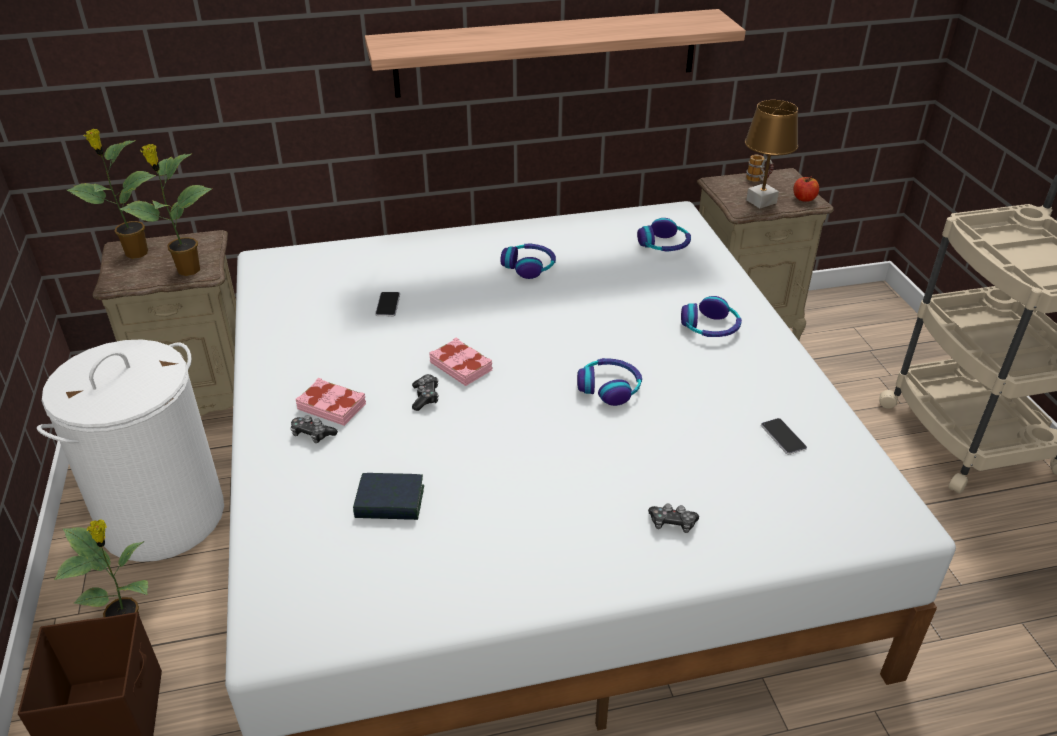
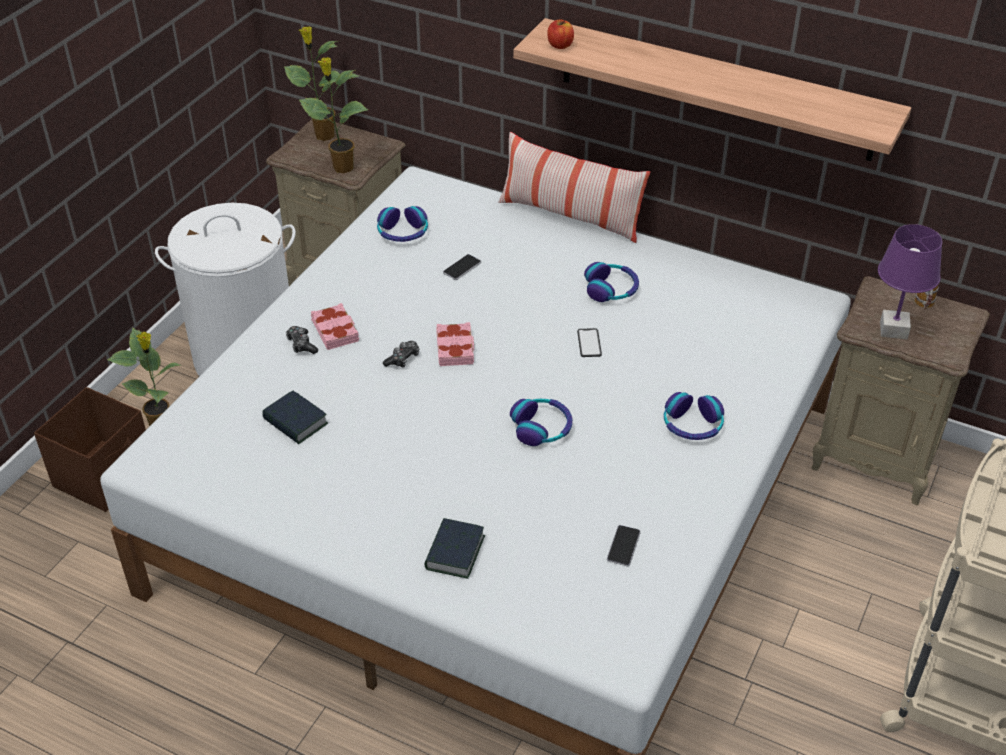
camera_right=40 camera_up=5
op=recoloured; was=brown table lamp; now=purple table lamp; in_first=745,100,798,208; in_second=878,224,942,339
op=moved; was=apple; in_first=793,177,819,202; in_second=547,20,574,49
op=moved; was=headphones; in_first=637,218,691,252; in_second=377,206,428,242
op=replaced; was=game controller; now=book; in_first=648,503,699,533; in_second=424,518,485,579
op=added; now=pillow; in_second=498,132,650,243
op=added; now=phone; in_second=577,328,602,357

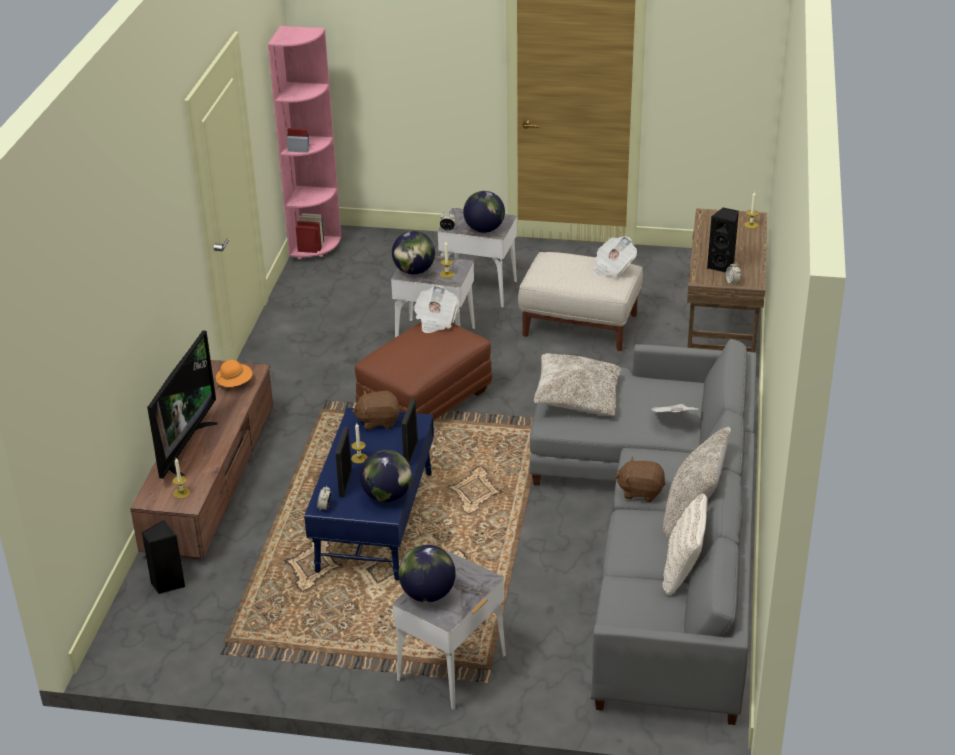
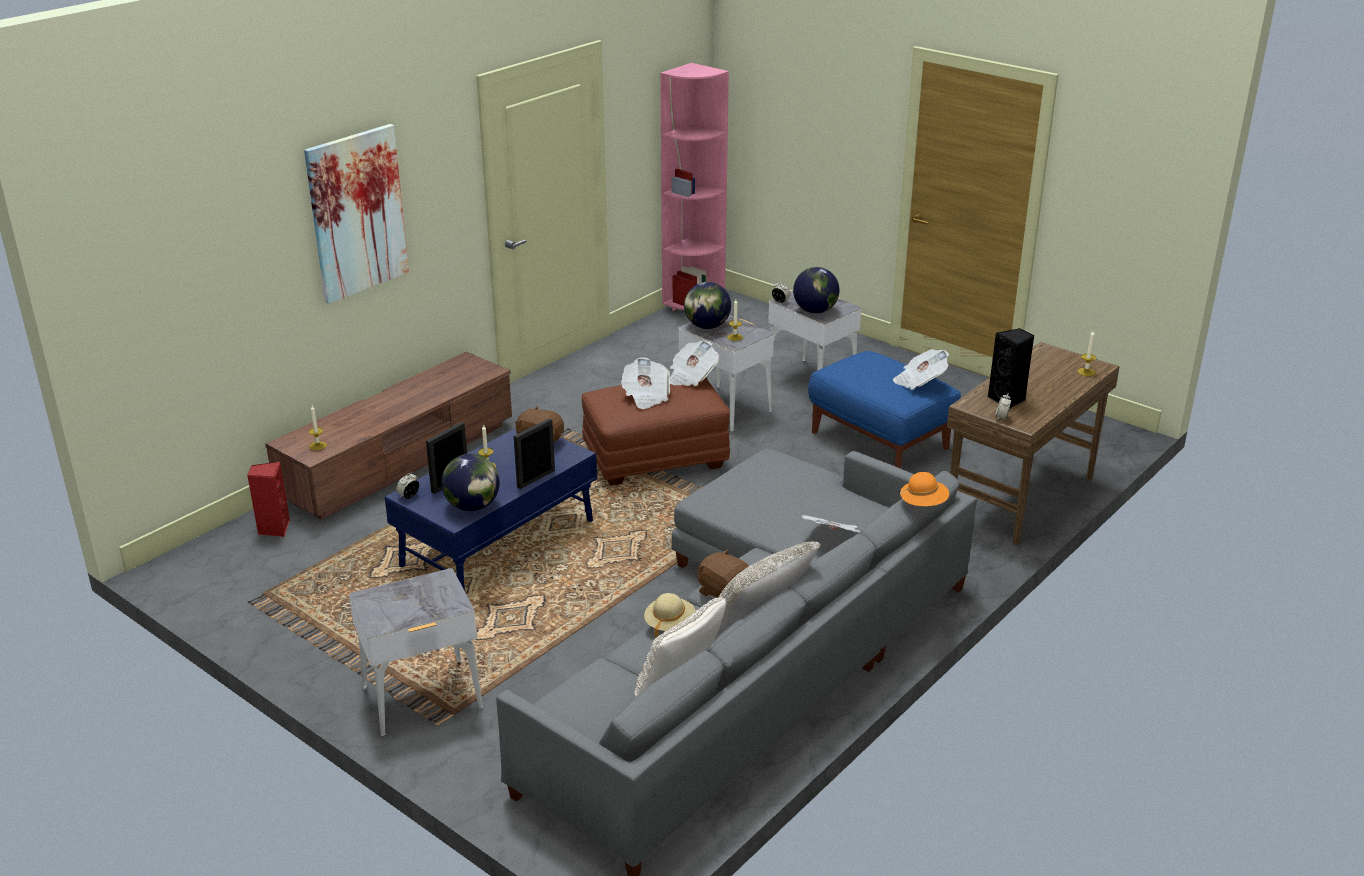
camera_right=30 camera_up=-5
op=recoloured; was=beige ottoman; now=blue ottoman; in_first=518,252,643,351; in_second=808,351,961,469
op=removed; was=television; in_first=147,330,218,479
op=removed; was=beige pillow; in_first=534,353,621,416
op=moved; was=orange hat; in_first=216,360,253,387; in_second=899,472,949,506
op=recoloured; was=black speaker; now=red speaker; in_first=142,520,185,594; in_second=247,462,290,537
op=removed; was=globe; in_first=398,545,456,602
op=added; now=picture; in_second=304,124,409,304
op=added; now=newspaper; in_second=621,357,670,409
op=added; now=beige hat; in_second=644,593,696,637

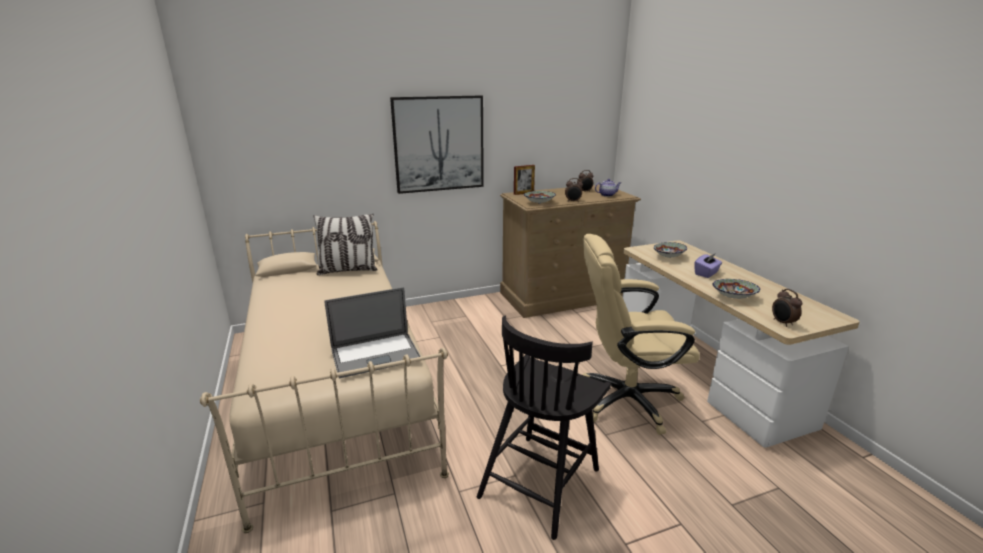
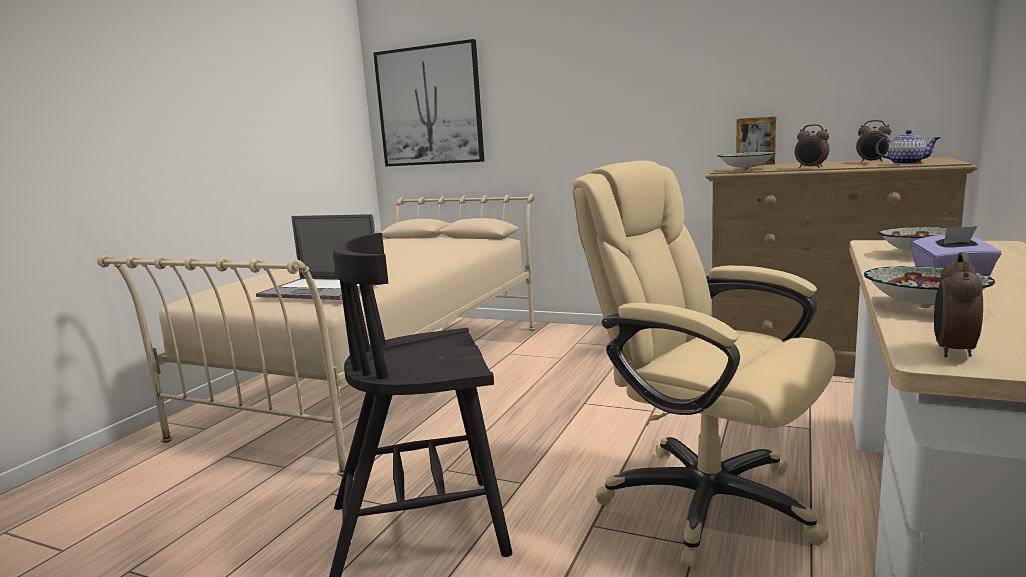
camera_right=45 camera_up=-10
op=moved; was=picture; in_first=390,95,484,194; in_second=373,39,484,166
op=removed; was=pillow; in_first=313,214,378,275

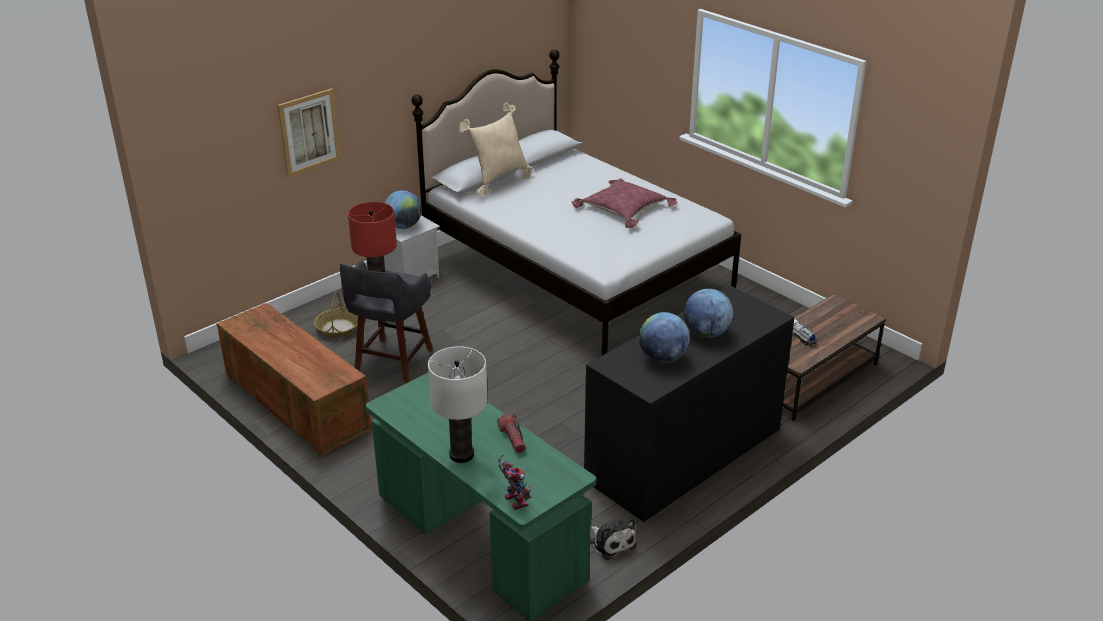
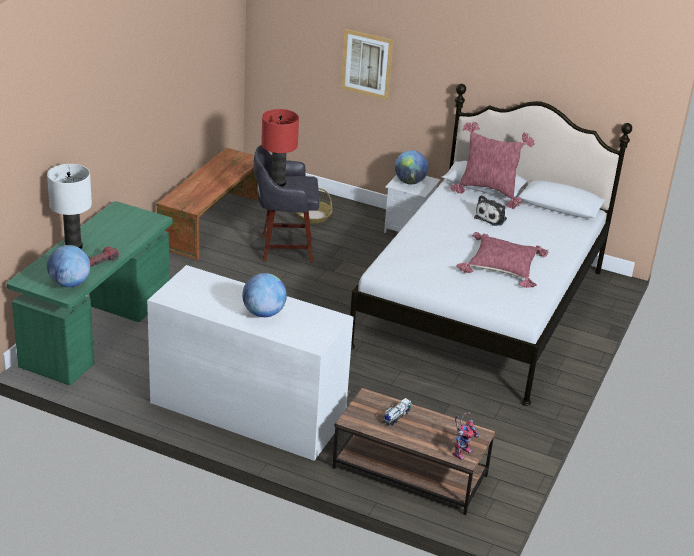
camera_right=65 camera_up=0
op=recoloured; was=beige pillow; now=red pillow; in_first=459,102,533,196; in_second=450,122,535,209
op=recoloured; was=black dresser; now=white dresser; in_first=584,286,794,522; in_second=147,265,354,461
op=moved; was=globe; in_first=639,312,690,363; in_second=47,245,90,287
op=moved; was=toy robot; in_first=498,454,532,510; in_second=452,412,479,460
op=moved; was=plush toy; in_first=590,518,637,560; in_second=474,195,507,226

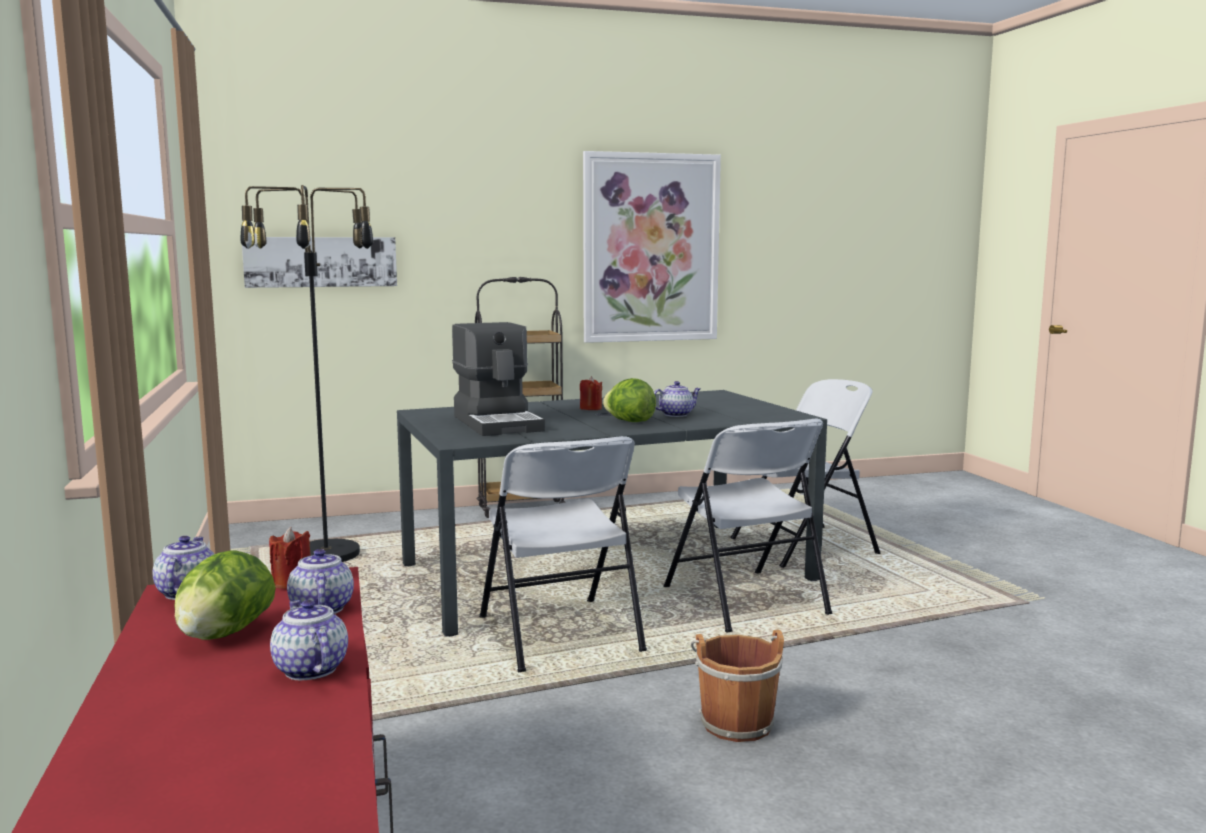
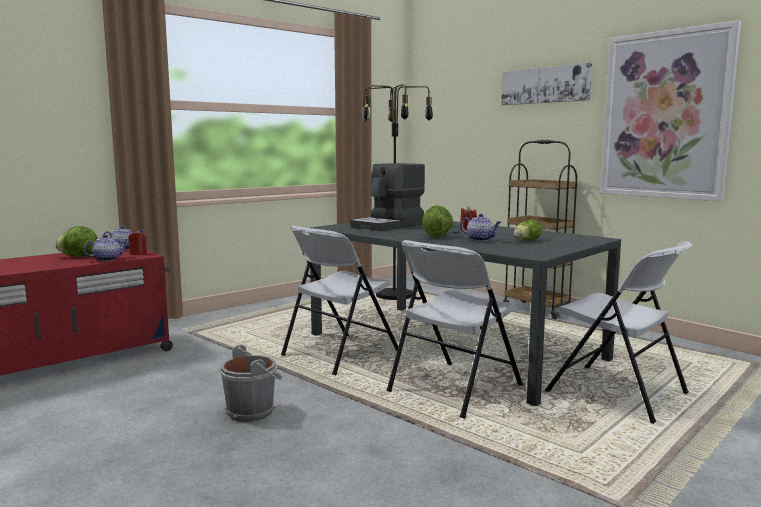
camera_right=65 camera_up=0
op=moved; was=picture; in_first=242,237,397,288; in_second=501,63,592,105
op=removed; was=teapot; in_first=270,600,348,680
op=recoloured; was=brown bucket; now=grey bucket; in_first=691,630,784,742; in_second=219,345,282,422
op=added; now=lettuce; in_second=514,220,542,240

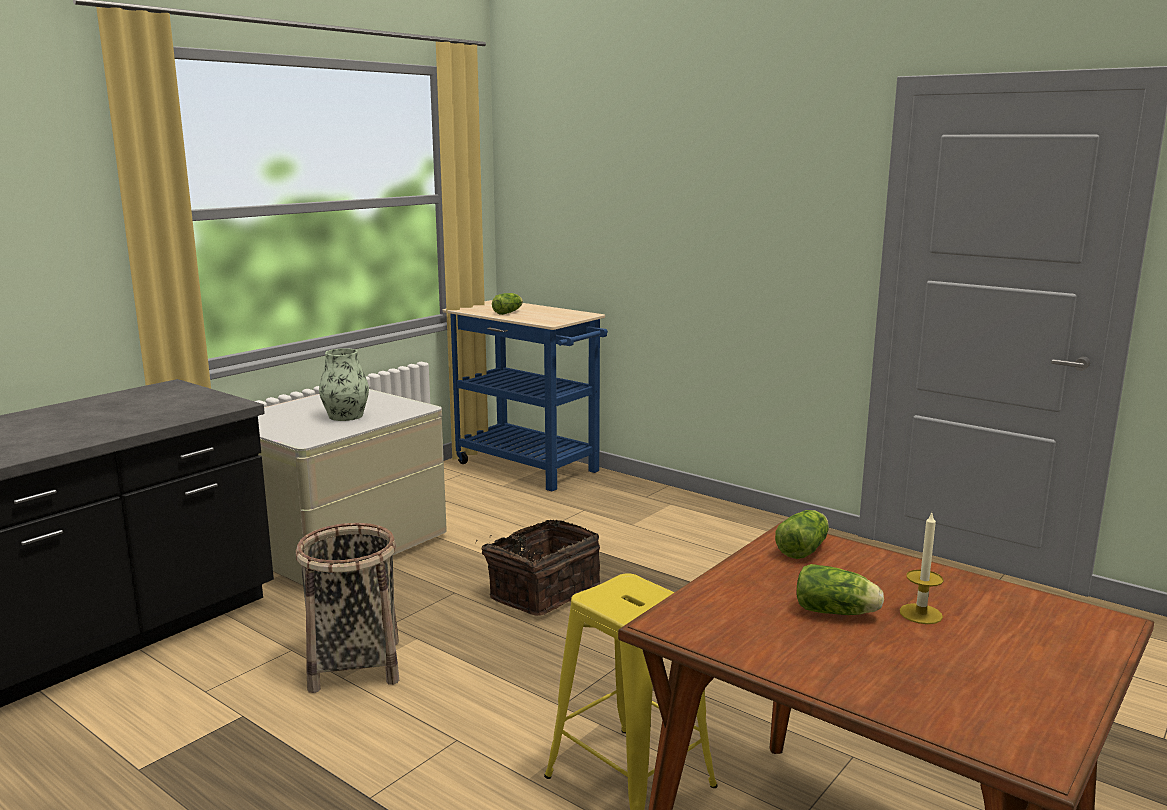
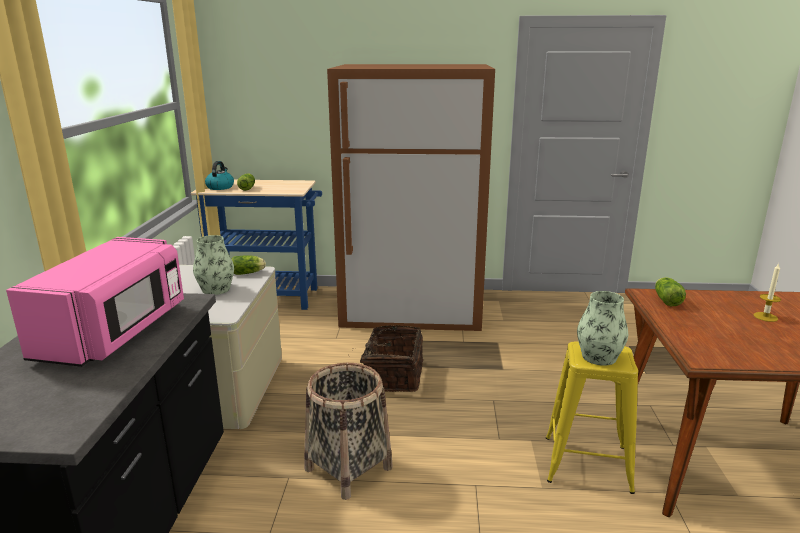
camera_right=-35 camera_up=5
op=moved; was=lettuce; in_first=797,564,884,615; in_second=232,255,266,275
op=added; now=brown fridge; in_second=327,64,495,331
op=added; now=kettle; in_second=205,161,234,190
op=added; now=pink microwave; in_second=6,237,184,367
op=added; now=vase; in_second=577,291,628,366

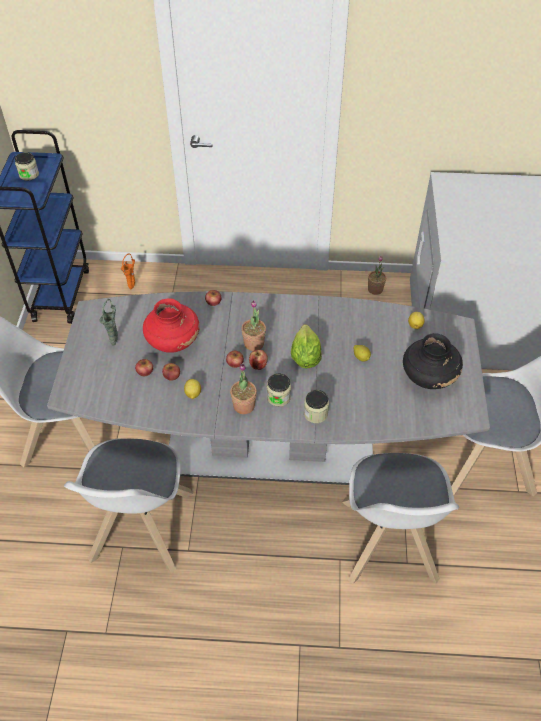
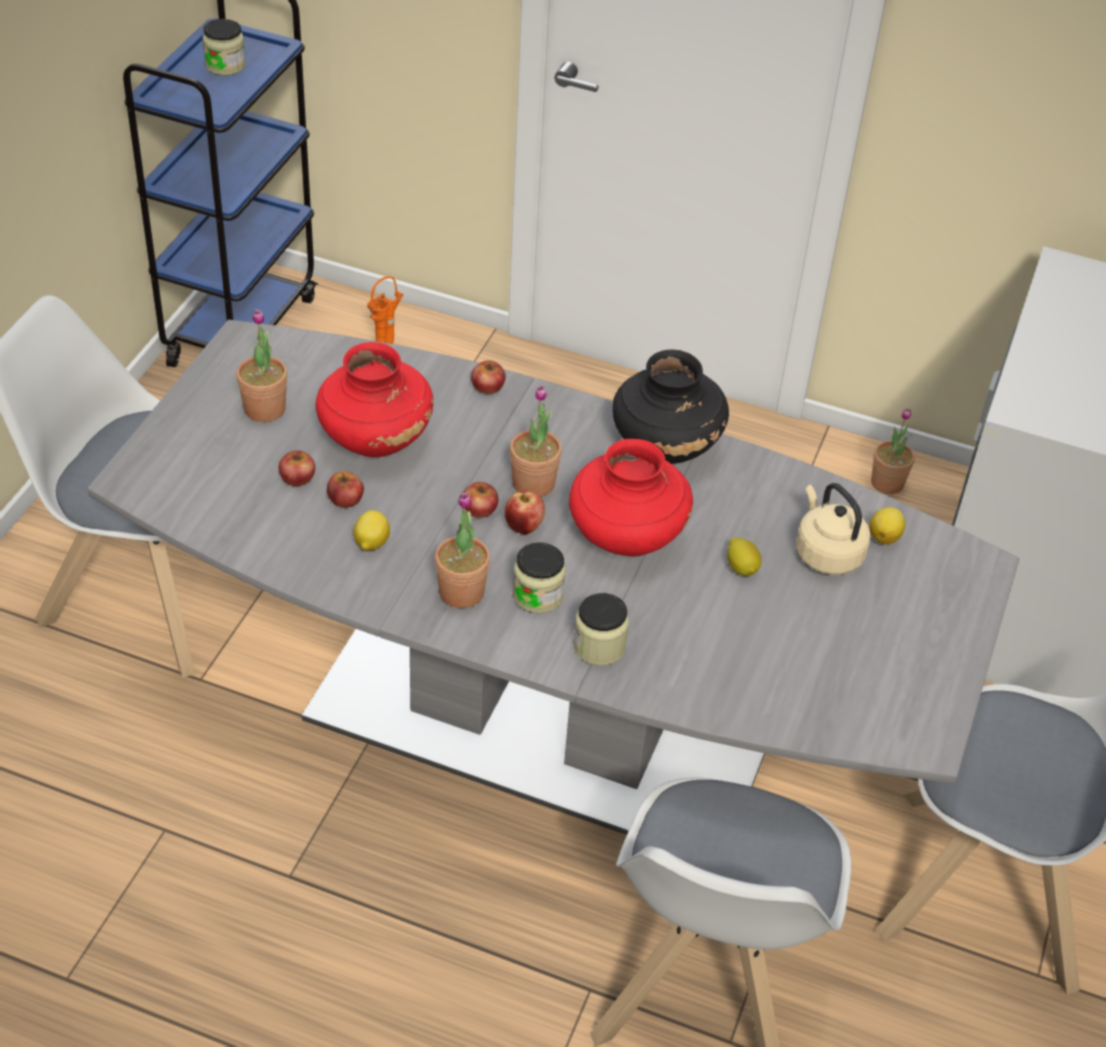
camera_right=15 camera_up=-5
op=replaced; was=green vase; now=potted plant; in_first=99,299,118,346; in_second=236,309,287,422
op=replaced; was=lettuce; now=red vase; in_first=291,324,322,368; in_second=569,439,693,556
op=moved; was=black vase; in_first=403,333,463,389; in_second=612,350,729,464
op=removed; was=chair; in_first=64,438,193,573
op=added; now=beige kettle; in_second=796,483,871,575

